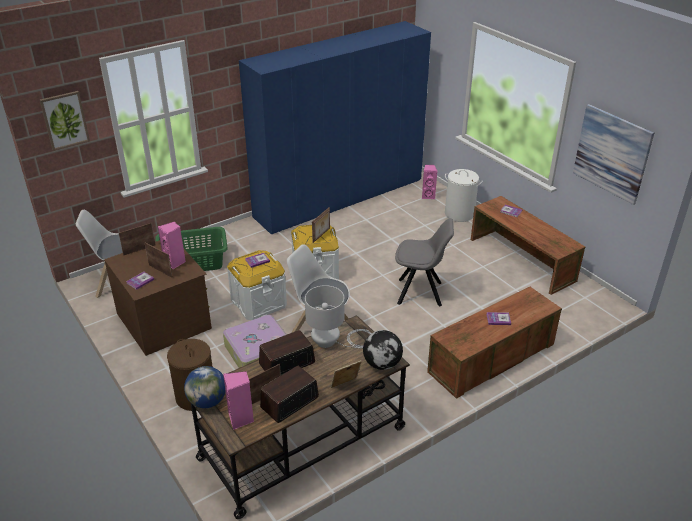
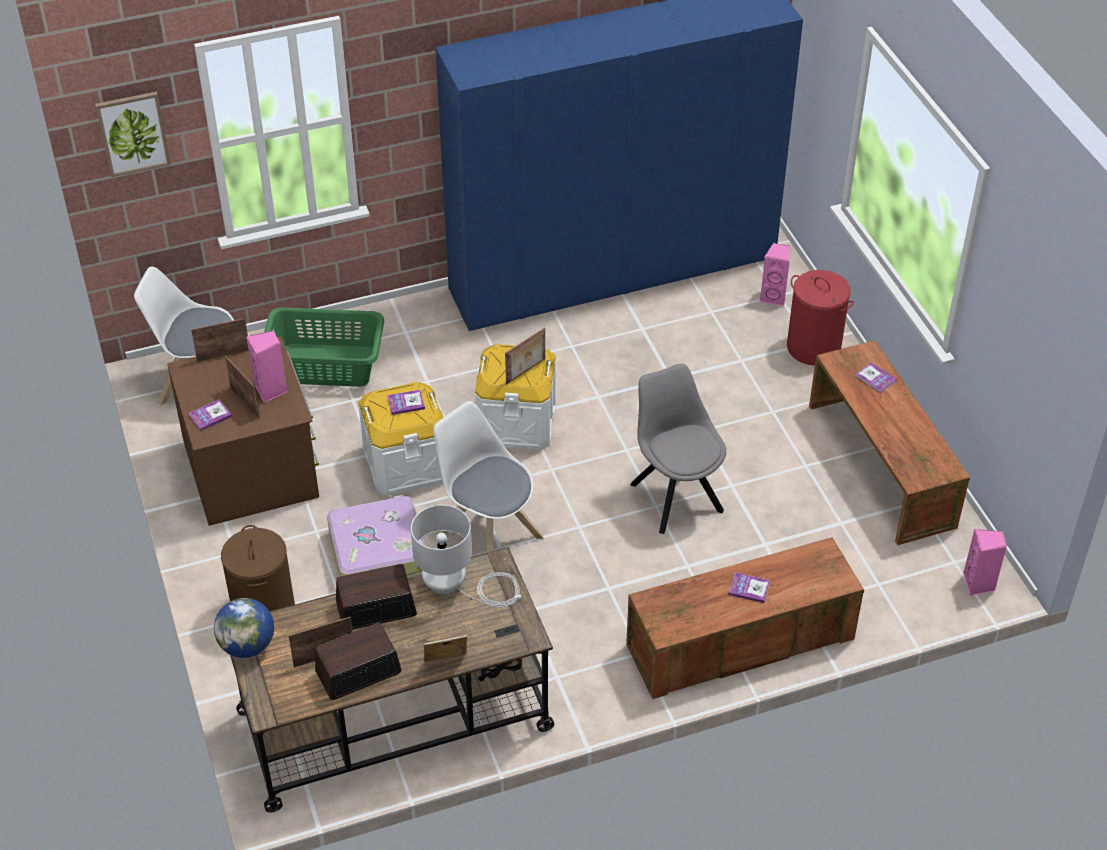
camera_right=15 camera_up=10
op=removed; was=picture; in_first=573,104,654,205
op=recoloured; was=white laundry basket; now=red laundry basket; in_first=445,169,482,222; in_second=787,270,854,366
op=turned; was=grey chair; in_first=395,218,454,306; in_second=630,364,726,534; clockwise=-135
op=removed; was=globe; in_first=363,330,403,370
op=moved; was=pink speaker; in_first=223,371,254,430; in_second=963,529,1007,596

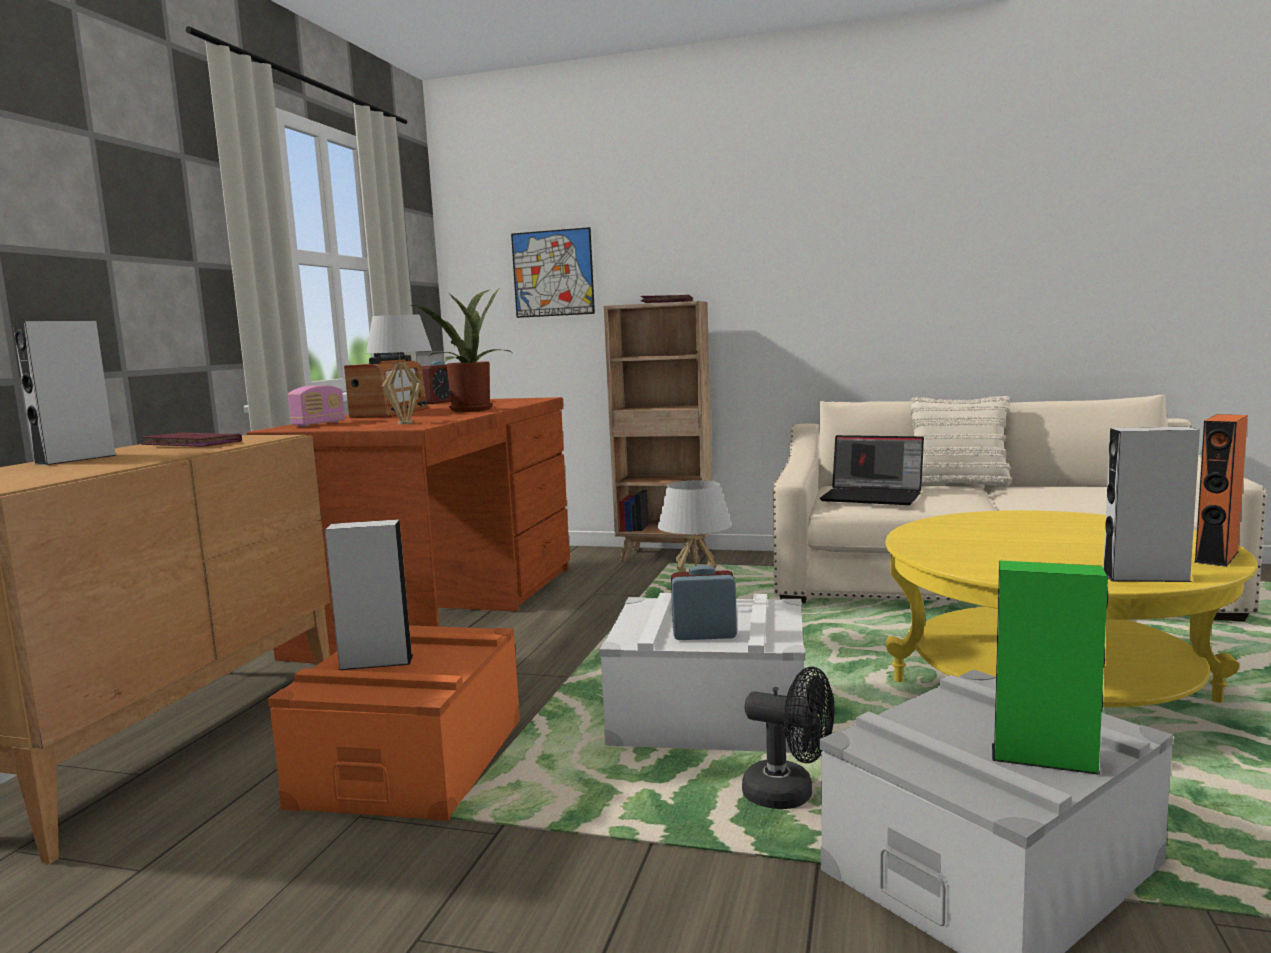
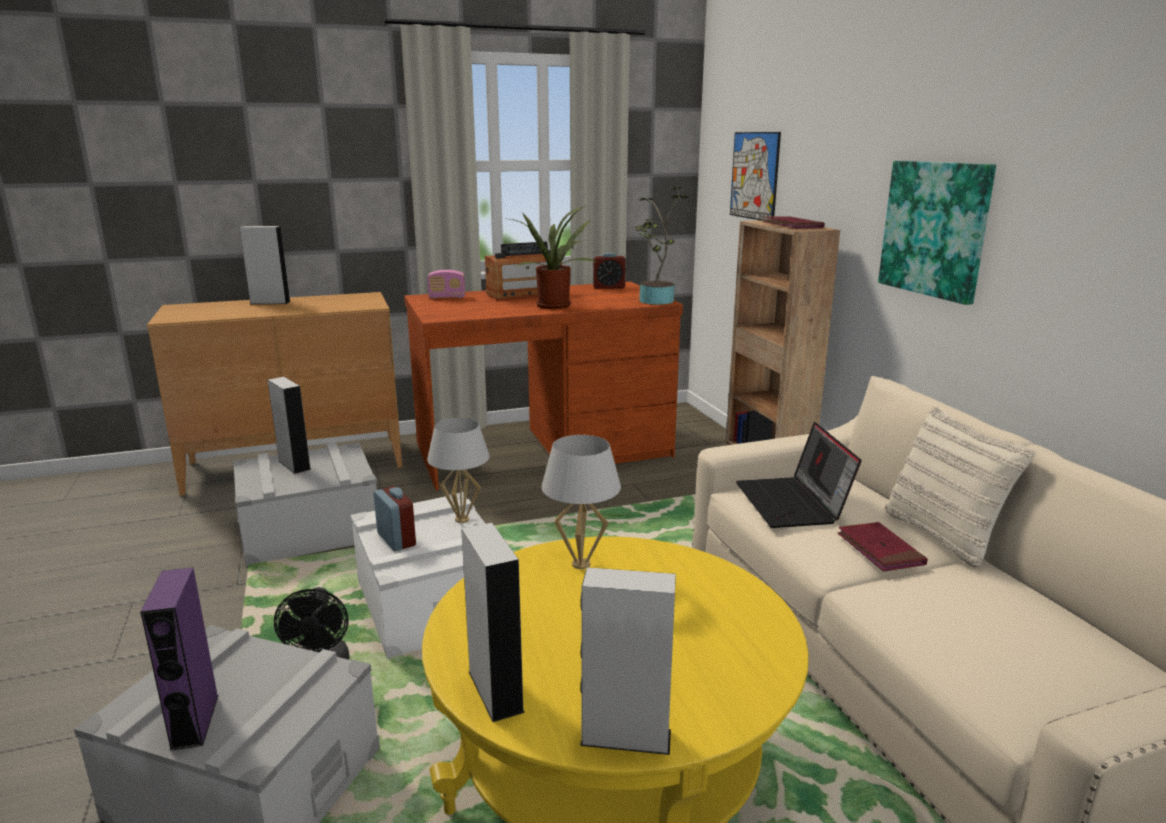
camera_right=55 camera_up=10
op=moved; was=white table lamp; in_first=366,314,432,424; in_second=541,435,621,569
op=recoloured; was=orange speaker; now=grey speaker; in_first=1194,414,1248,567; in_second=580,567,676,755
op=moved; was=red book; in_first=141,432,242,447; in_second=838,522,928,572
op=recoloured; was=green speaker; now=purple speaker; in_first=992,560,1108,775; in_second=140,567,219,751
op=recoloured; was=orange storage box; now=grey storage box; in_first=268,625,520,821; in_second=233,443,377,567
op=added; now=picture; in_second=878,161,996,305
op=added; now=potted plant; in_second=635,187,688,305

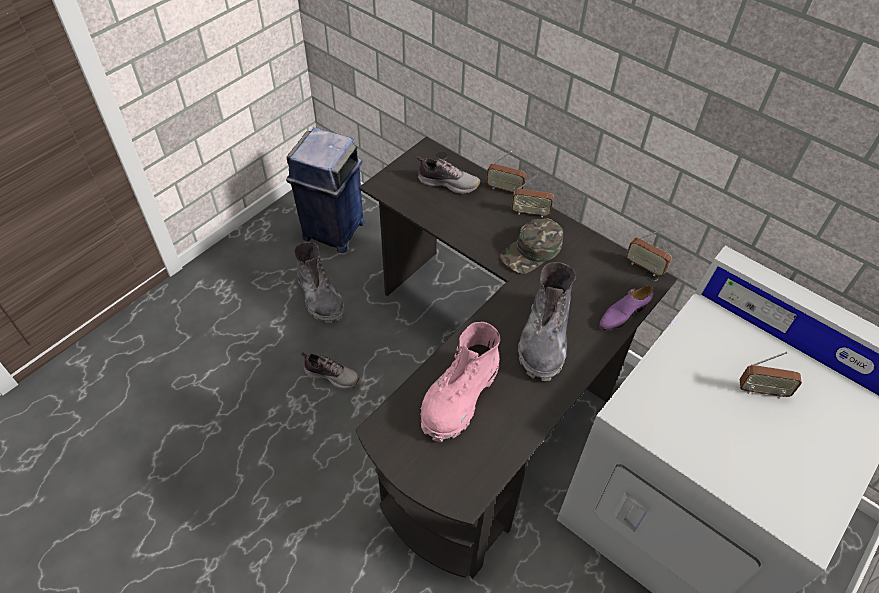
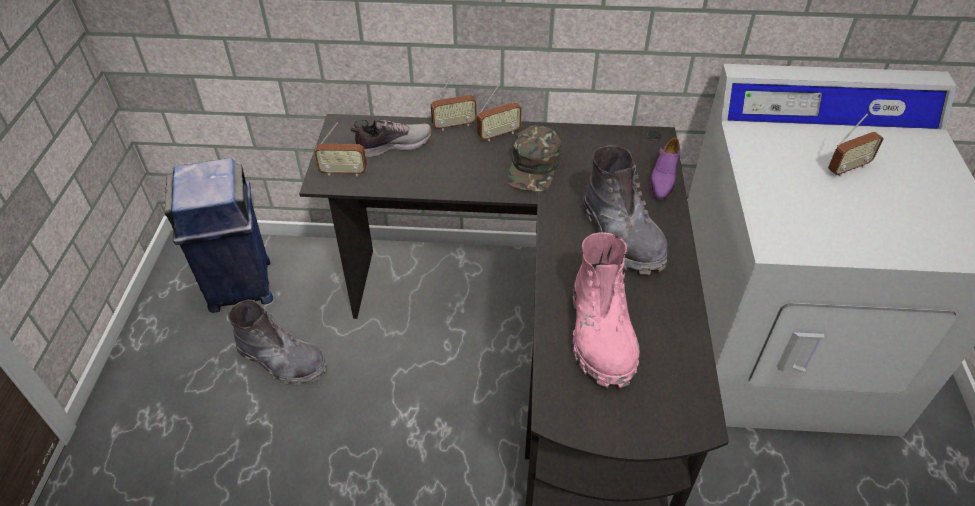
camera_right=-35 camera_up=-5
op=moved; was=radio; in_first=626,230,672,276; in_second=315,122,367,176
op=removed; was=shoe; in_first=301,352,360,389

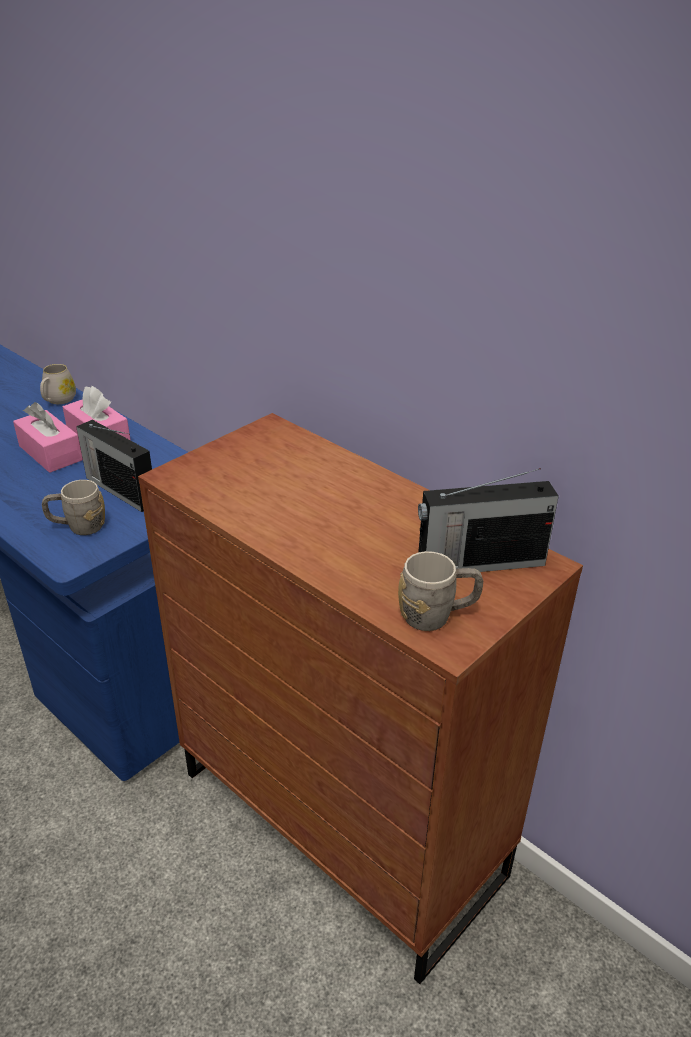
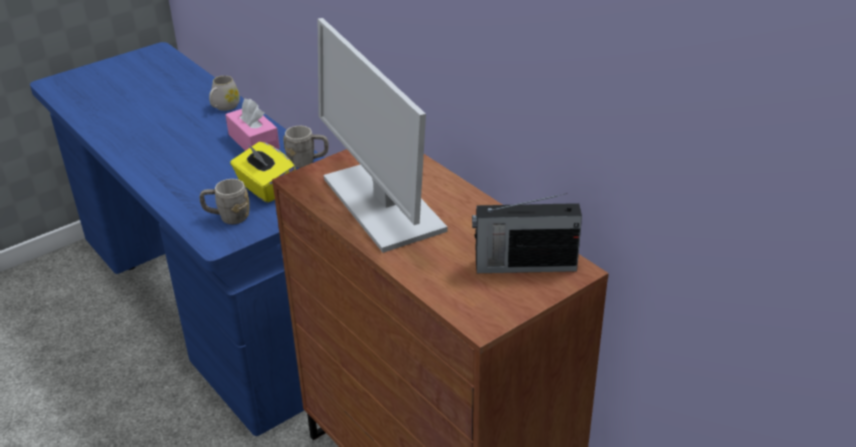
camera_right=10 camera_up=0
op=removed; was=pink tissue box; in_first=13,402,83,473
op=replaced; was=radio; now=yellow tissue box; in_first=76,420,152,512; in_second=230,142,296,203
op=moved; was=grey mug; in_first=398,551,483,631; in_second=284,126,329,168
op=added; now=monitor; in_second=318,18,448,253

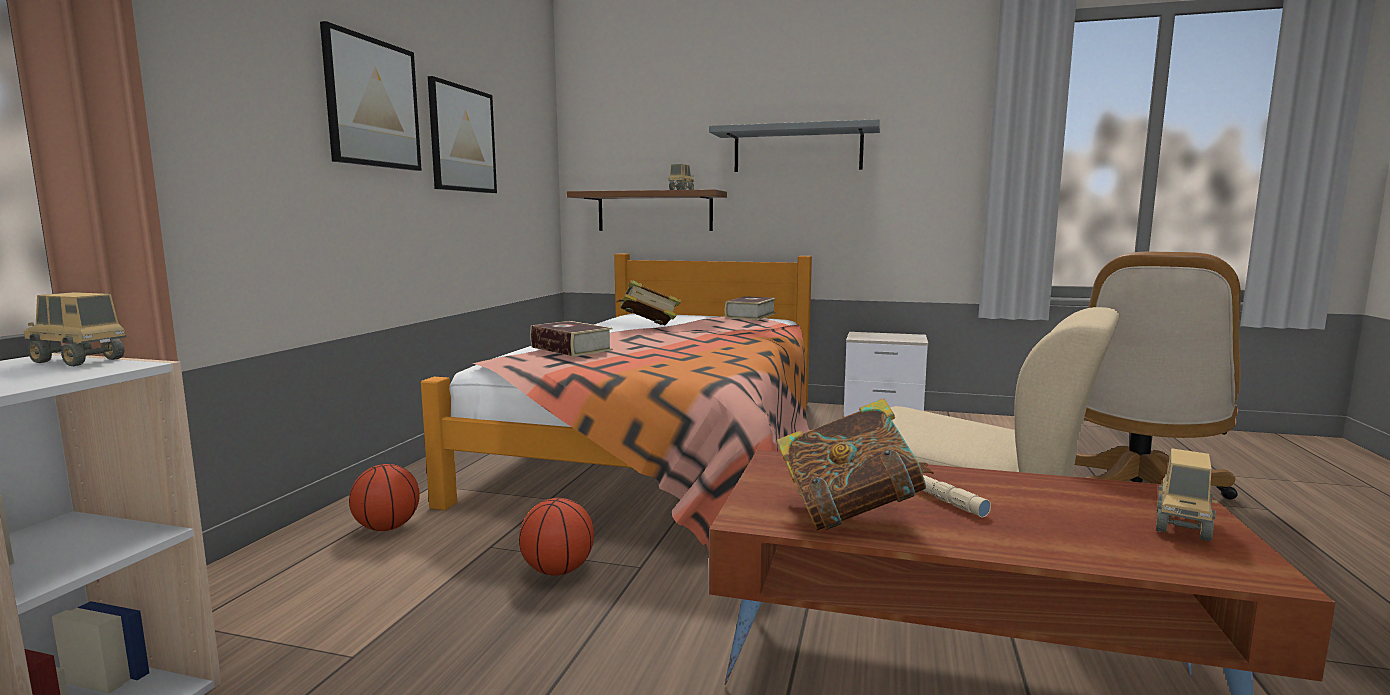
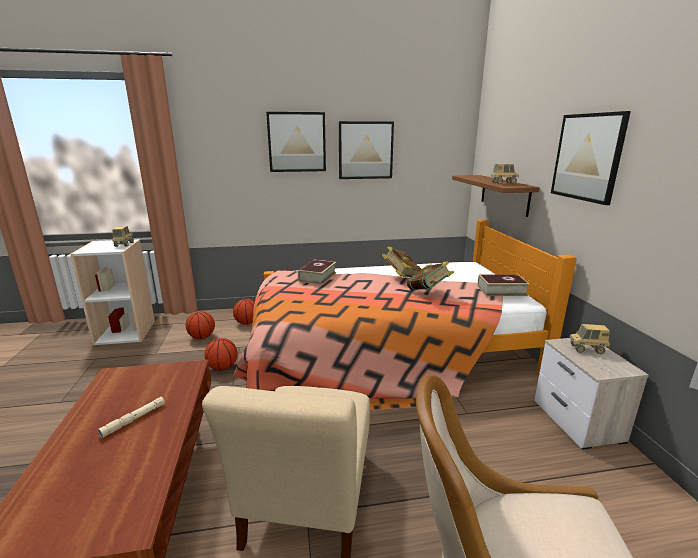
camera_right=65 camera_up=10
op=replaced; was=grey shelf; now=picture; in_first=709,119,880,172; in_second=551,111,631,205
op=moved; was=book; in_first=776,398,934,531; in_second=407,261,454,291
op=moved; was=toy truck; in_first=1156,448,1218,541; in_second=569,324,610,354
op=added; now=basketball; in_second=186,311,215,339

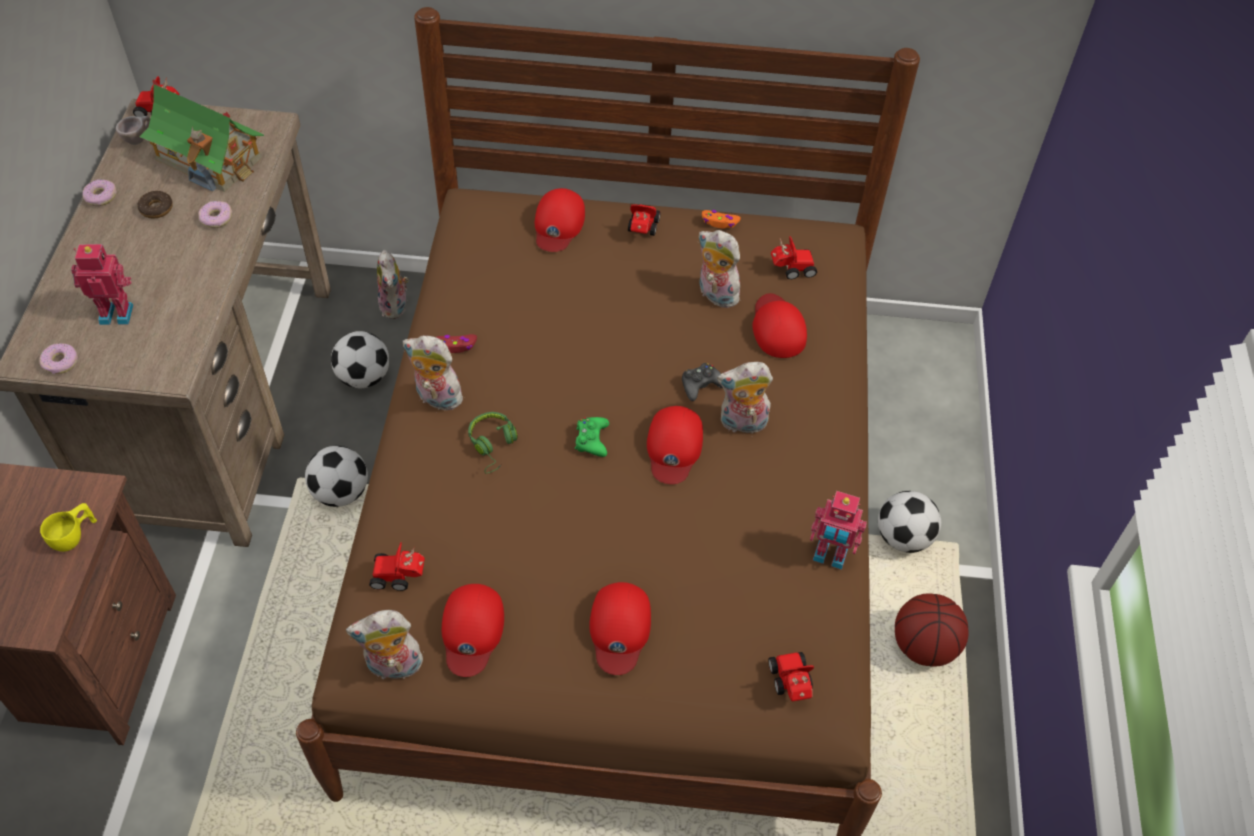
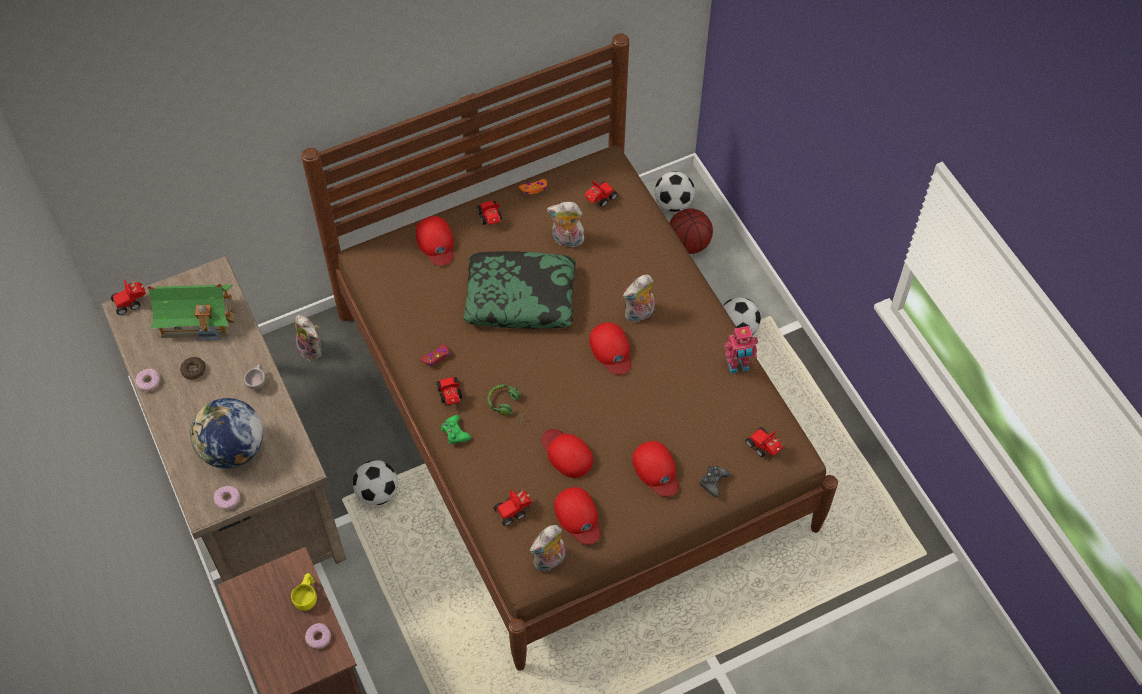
camera_right=-30 camera_up=5
op=moved; was=beige cup; in_first=116,116,150,145; in_second=244,364,266,390
op=moved; was=donut; in_first=198,201,232,228; in_second=305,623,331,649
op=replaced; was=toy robot; now=globe; in_first=71,244,133,325; in_second=190,398,263,469
op=moved; was=red cap; in_first=752,293,807,358; in_second=541,429,593,478
op=moved; was=football; in_first=331,331,389,388; in_second=655,171,695,212
op=replaced; was=plush toy; now=toy car; in_first=403,335,463,410; in_second=436,377,462,405
op=moved; was=black game controller; in_first=682,363,723,401; in_second=699,465,730,497
op=moved; was=green game controller; in_first=575,417,609,457; in_second=441,415,471,444
op=moved; was=basketball; in_first=895,593,969,667; in_second=670,208,713,254
op=added; now=pillow; in_second=463,251,576,329

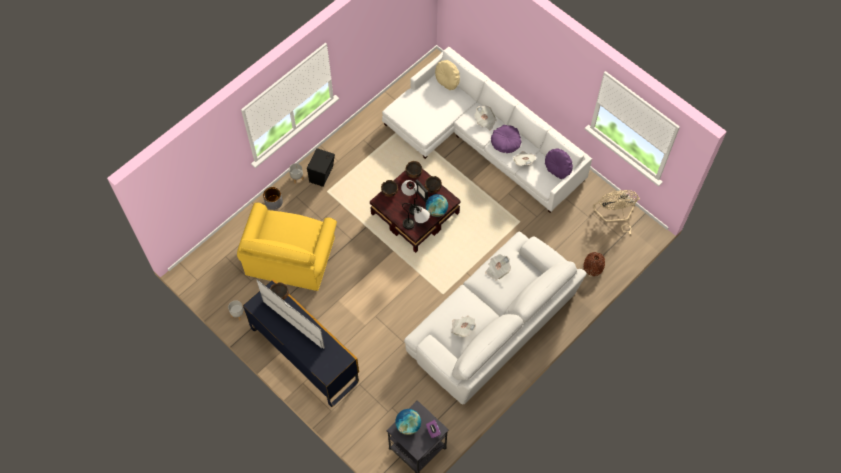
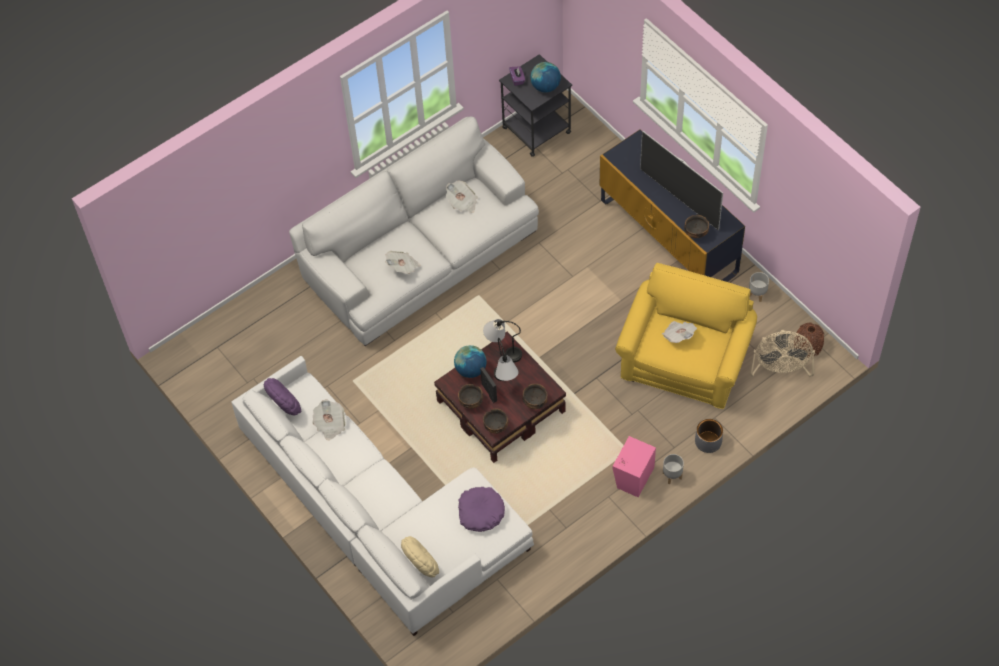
camera_right=-170 camera_up=-5
op=moved; was=newspaper; in_first=474,106,497,130; in_second=662,321,697,343
op=moved; was=purple pillow; in_first=491,125,522,153; in_second=458,487,505,532
op=recoloured; was=black speaker; now=pink speaker; in_first=307,148,335,187; in_second=613,436,656,497
op=moved; was=beige fan; in_first=593,190,640,235; in_second=750,330,815,377
op=moved; was=brown vase; in_first=584,252,605,276; in_second=794,323,824,358

